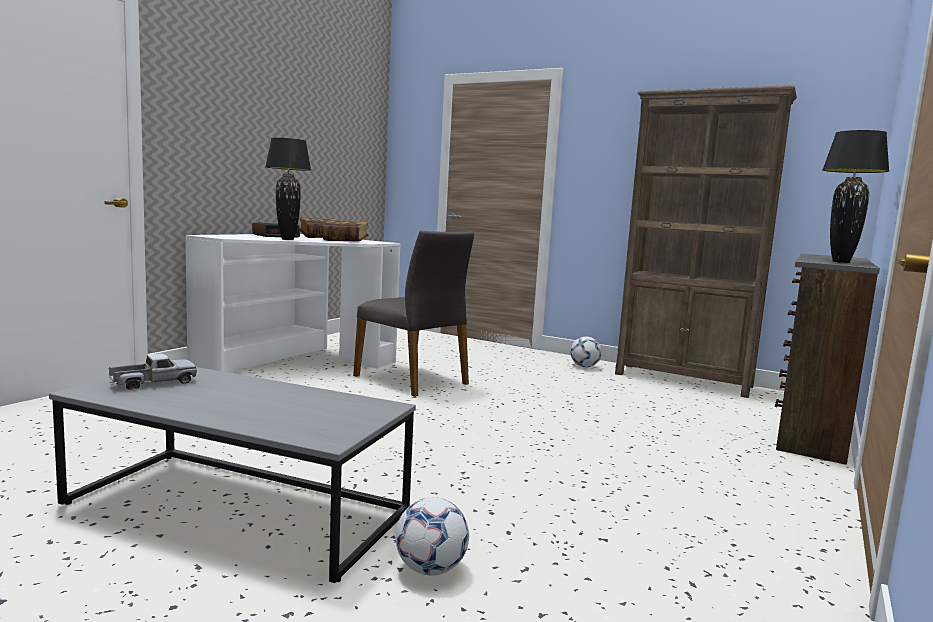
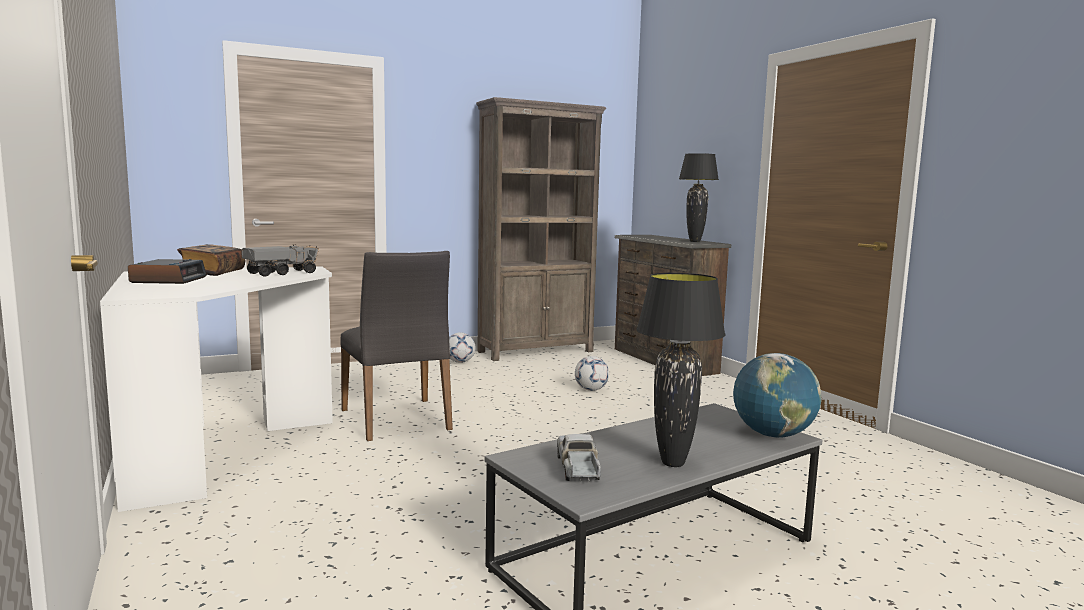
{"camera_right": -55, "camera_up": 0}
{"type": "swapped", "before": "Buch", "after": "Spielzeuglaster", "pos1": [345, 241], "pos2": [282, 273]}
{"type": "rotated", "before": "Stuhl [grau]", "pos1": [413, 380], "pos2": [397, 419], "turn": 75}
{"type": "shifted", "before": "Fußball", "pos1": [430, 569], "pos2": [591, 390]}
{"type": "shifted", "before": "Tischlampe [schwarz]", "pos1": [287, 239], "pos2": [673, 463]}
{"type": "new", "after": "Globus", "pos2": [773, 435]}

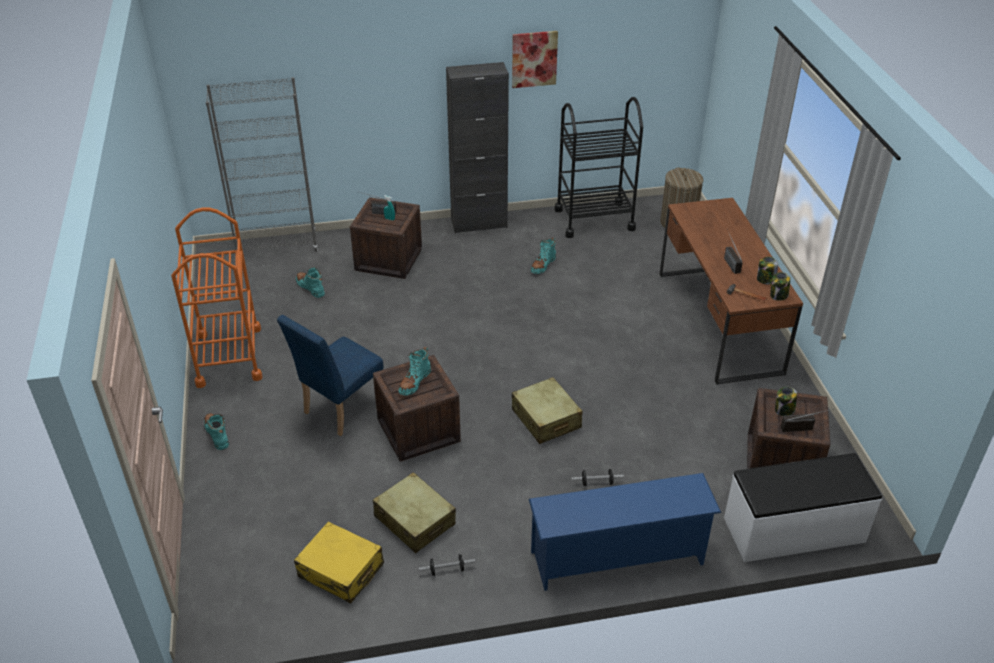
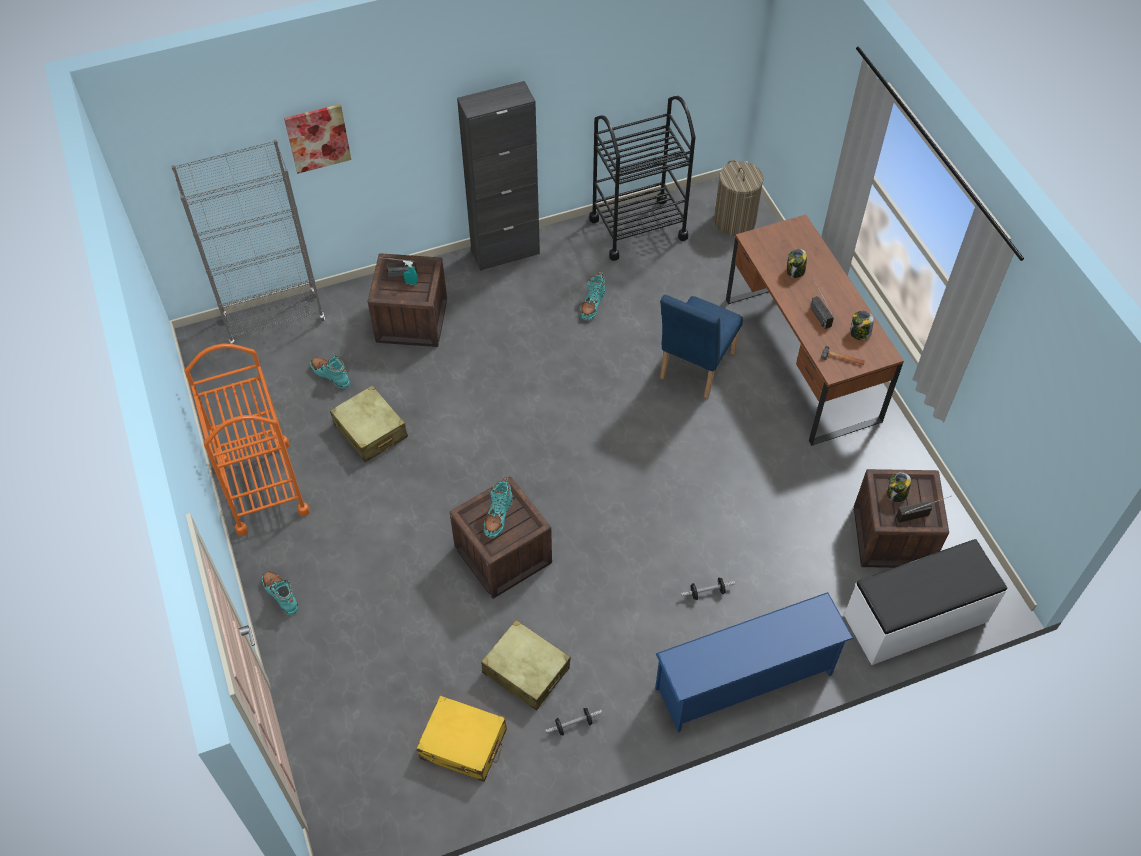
{"camera_right": -10, "camera_up": 15}
{"type": "shifted", "before": "Bild", "pos1": [534, 59], "pos2": [318, 138]}
{"type": "shifted", "before": "Koffer [beige]", "pos1": [546, 419], "pos2": [370, 431]}
{"type": "shifted", "before": "Stuhl [blau]", "pos1": [339, 409], "pos2": [694, 370]}
{"type": "shifted", "before": "Vorratsglas", "pos1": [778, 295], "pos2": [795, 271]}

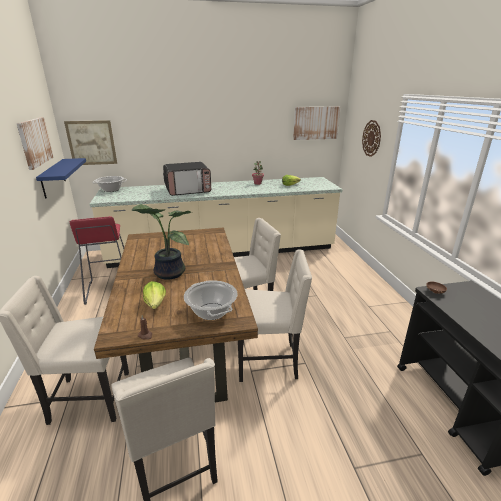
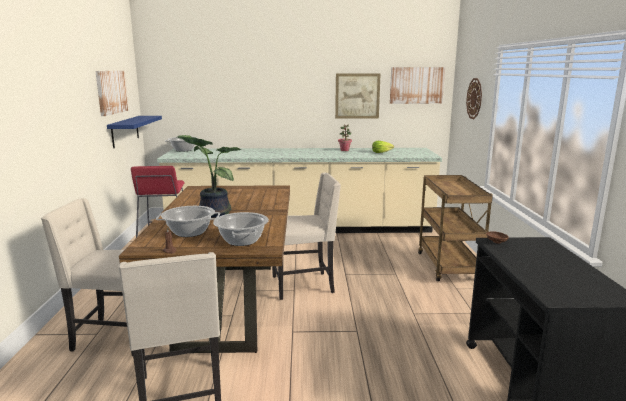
{"camera_right": 10, "camera_up": -10}
{"type": "swapped", "before": "Salatkopf", "after": "Kochtopf", "pos1": [155, 303], "pos2": [190, 232]}
{"type": "shifted", "before": "Bild", "pos1": [91, 143], "pos2": [357, 96]}
{"type": "new", "after": "Rollwagen [braun]", "pos2": [449, 267]}
{"type": "gone", "before": "Mikrowelle", "pos1": [188, 190]}
{"type": "gone", "before": "Stuhl [beige]", "pos1": [269, 361]}

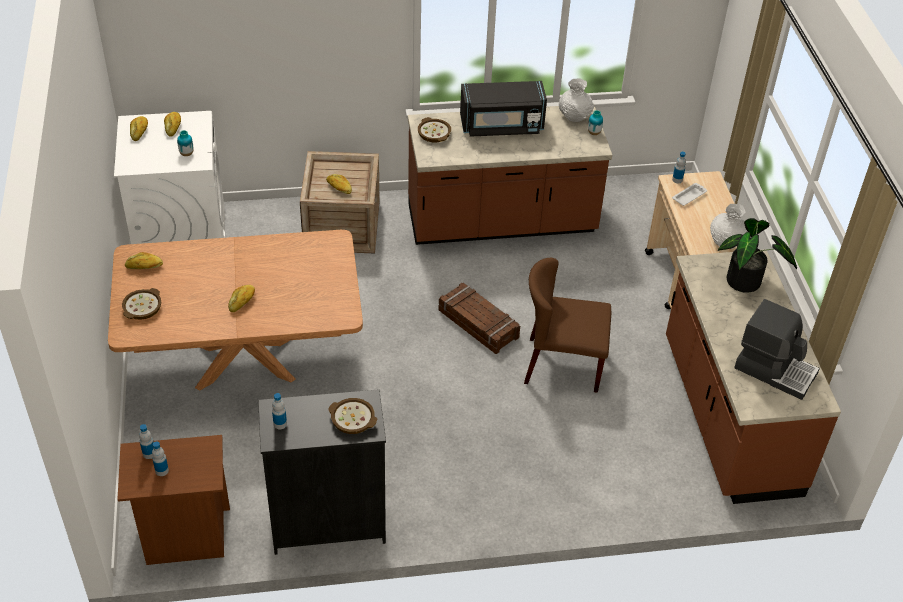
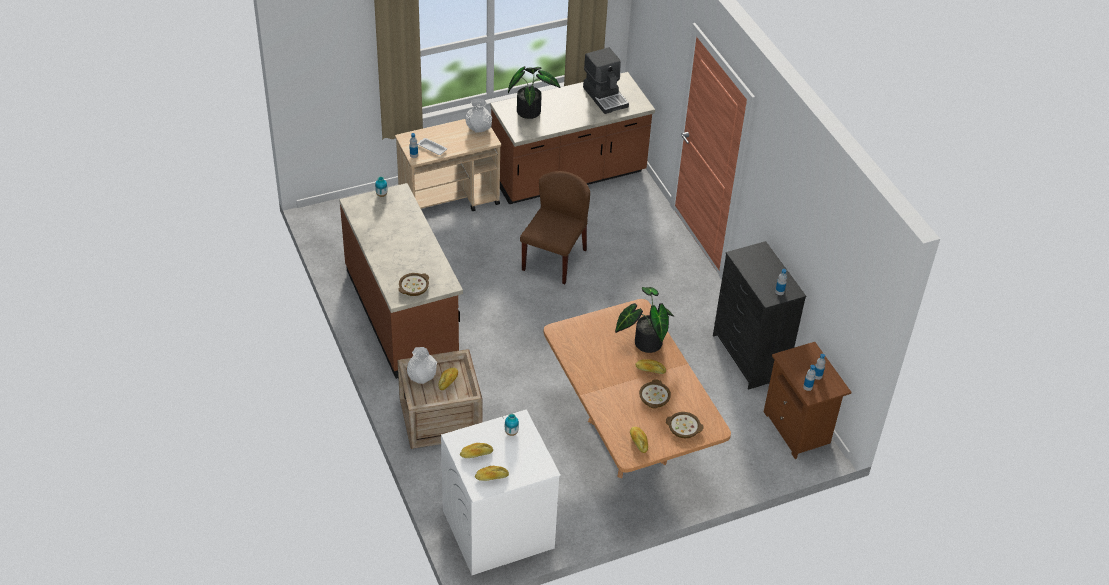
{"camera_right": -105, "camera_up": 0}
{"type": "shifted", "before": "Vase [weiß]", "pos1": [575, 117], "pos2": [422, 376]}
{"type": "rotated", "before": "Stuhl [braun]", "pos1": [562, 365], "pos2": [554, 259], "turn": -150}
{"type": "rotated", "before": "Kaffeemaschine", "pos1": [775, 370], "pos2": [605, 96], "turn": 135}
{"type": "new", "after": "Topfpflanze", "pos2": [644, 342]}
{"type": "shifted", "before": "Schüssel", "pos1": [353, 419], "pos2": [654, 397]}
{"type": "gone", "before": "Kiste", "pos1": [477, 324]}
{"type": "gone", "before": "Mikrowelle [schwarz]", "pos1": [501, 126]}

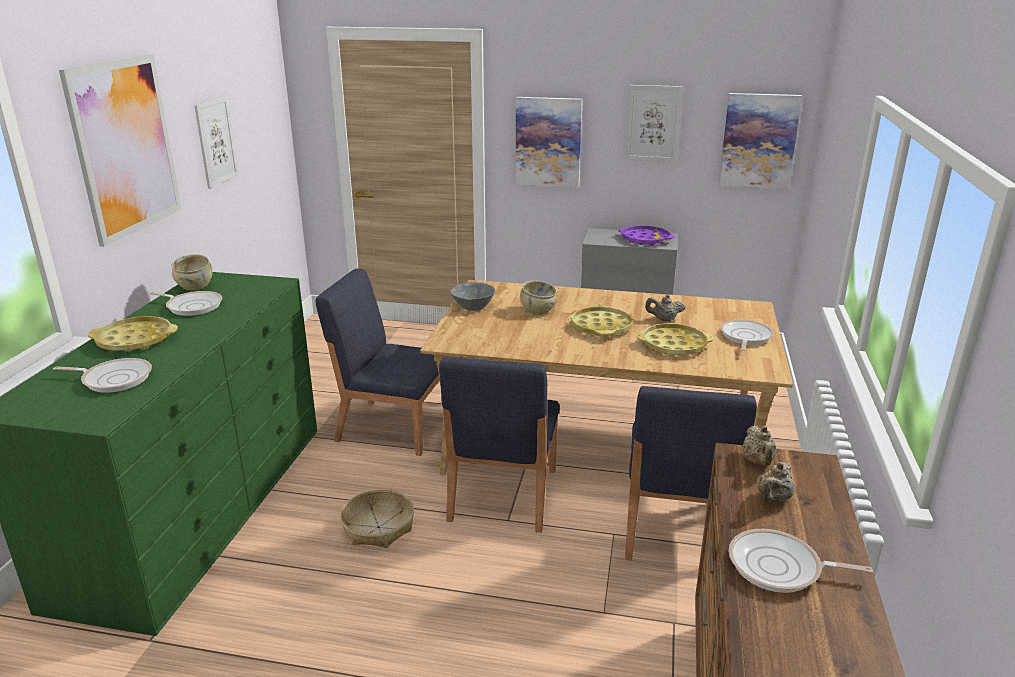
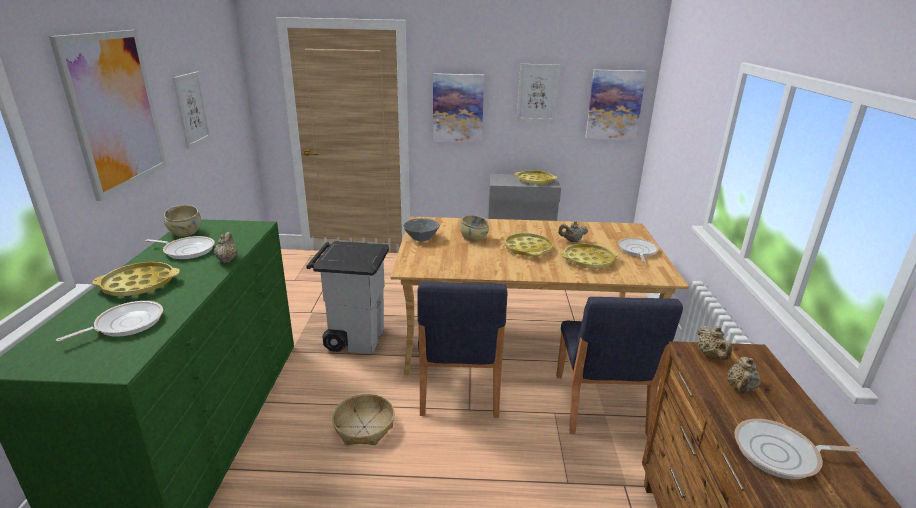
{"camera_right": -10, "camera_up": 0}
{"type": "rotated", "before": "Pfanne", "pos1": [114, 379], "pos2": [126, 324], "turn": -45}
{"type": "new", "after": "Teekanne [beige]", "pos2": [227, 259]}
{"type": "swapped", "before": "Stuhl [blau]", "after": "Mülleimer [grau]", "pos1": [392, 427], "pos2": [355, 337]}
{"type": "repainted", "before": "Tablett [lila]", "after": "Tablett [gelb]", "pos1": [645, 239], "pos2": [535, 180]}

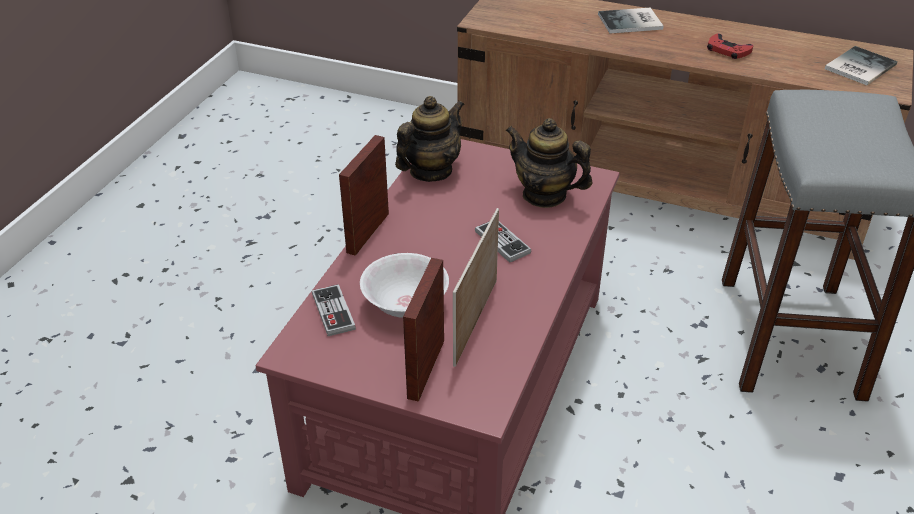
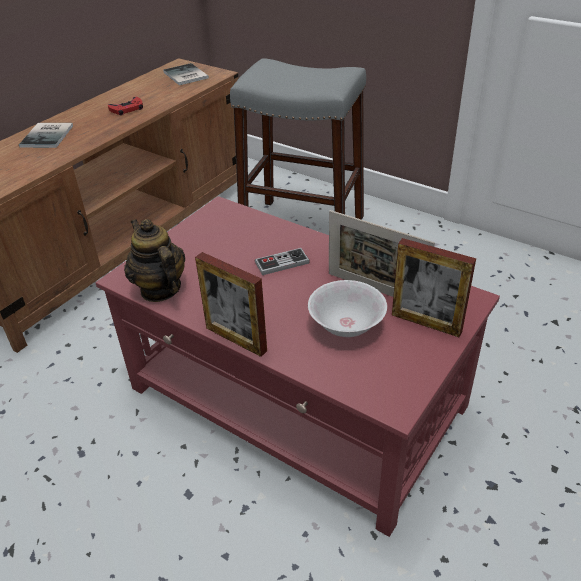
{"camera_right": -75, "camera_up": 0}
{"type": "gone", "before": "Gamepad", "pos1": [333, 312]}
{"type": "gone", "before": "Teekanne", "pos1": [544, 195]}

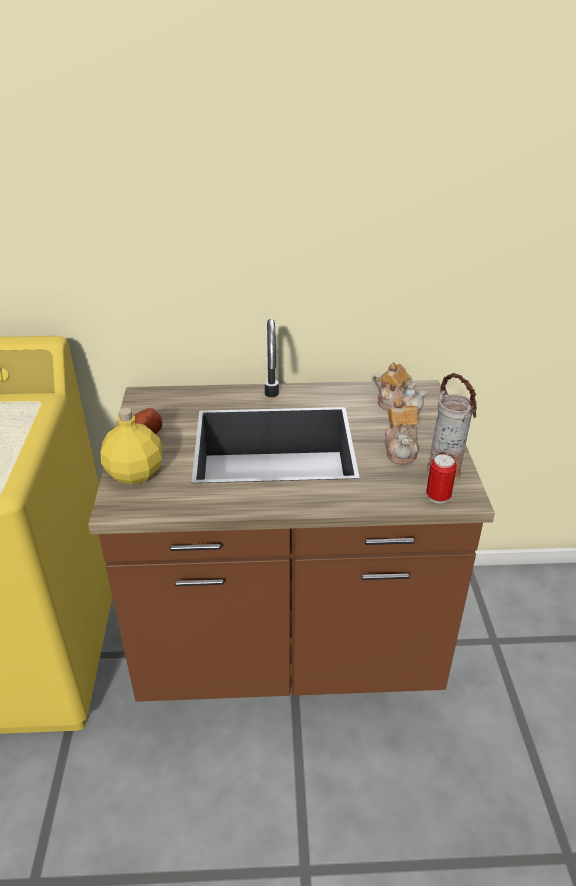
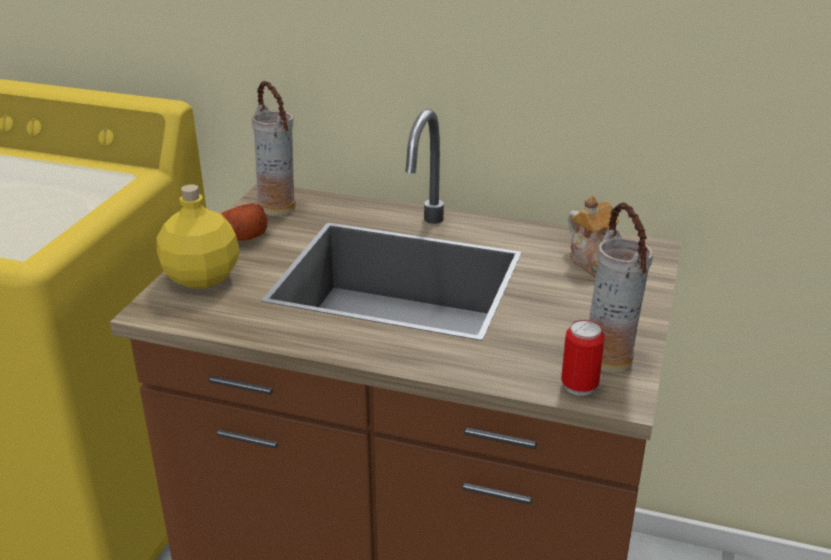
{"camera_right": 20, "camera_up": -5}
{"type": "new", "after": "Vase", "pos2": [278, 207]}
{"type": "gone", "before": "Teekanne", "pos1": [401, 448]}

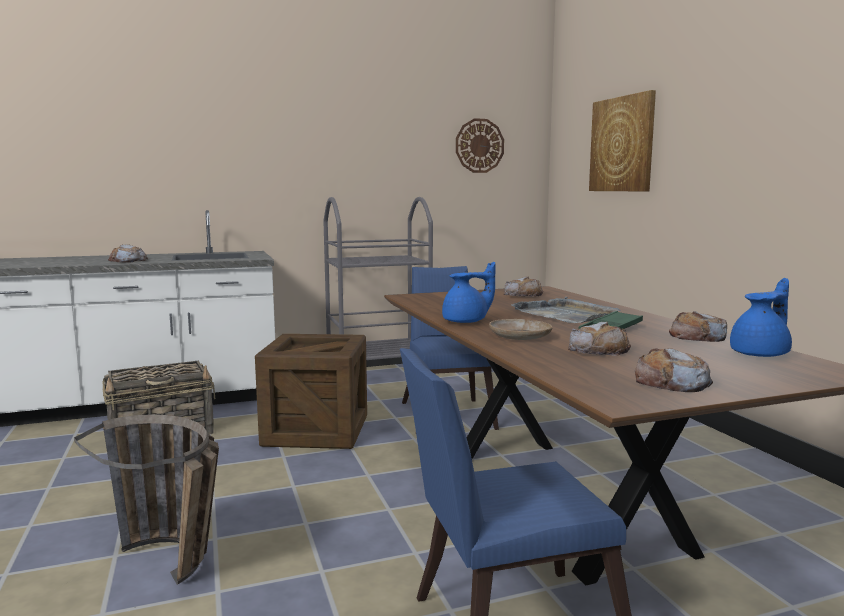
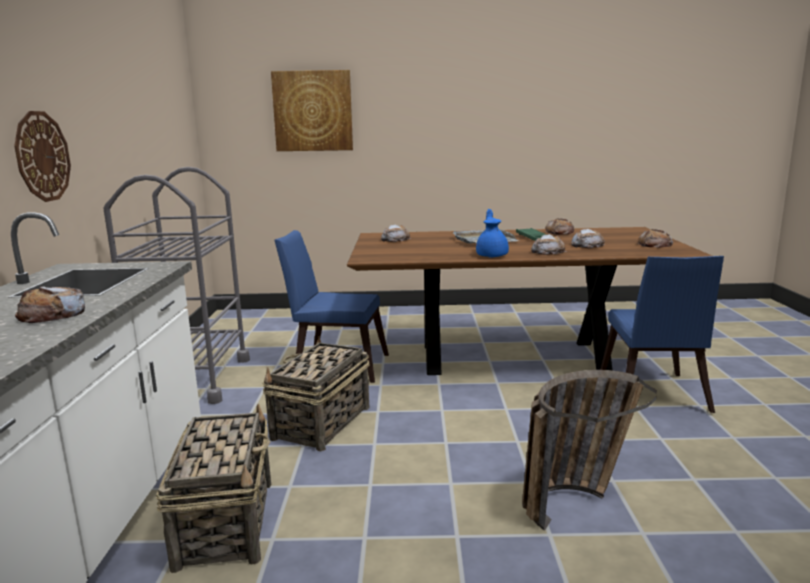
{"camera_right": -70, "camera_up": 5}
{"type": "shifted", "before": "Wanduhr", "pos1": [479, 146], "pos2": [42, 156]}
{"type": "swapped", "before": "Kiste", "after": "Korb", "pos1": [316, 430], "pos2": [321, 423]}
{"type": "swapped", "before": "Teller [beige]", "after": "Brot", "pos1": [519, 337], "pos2": [548, 251]}
{"type": "gone", "before": "Teekanne [blau]", "pos1": [761, 354]}

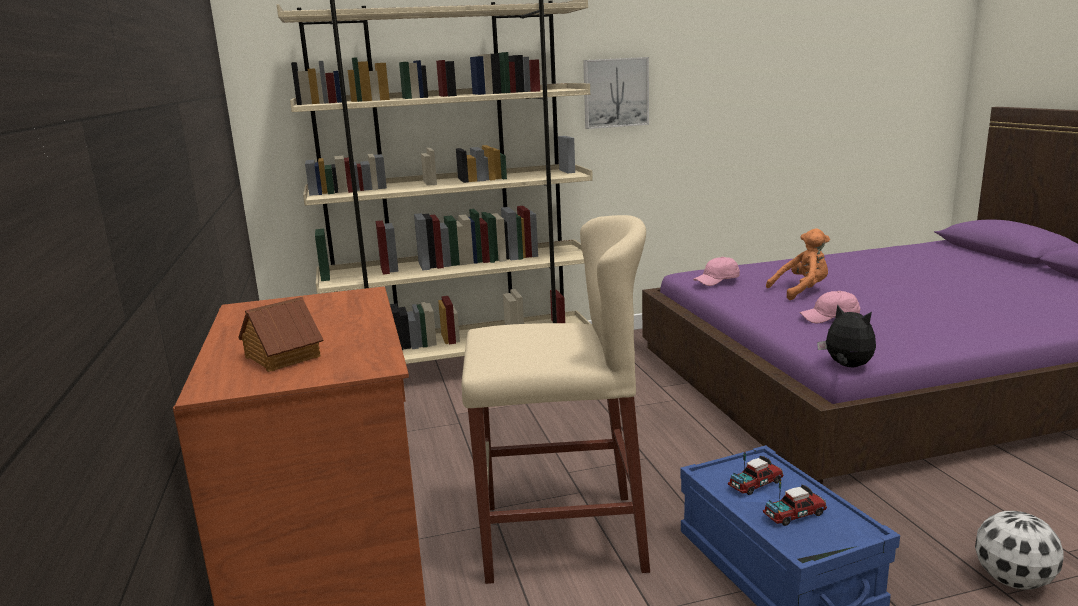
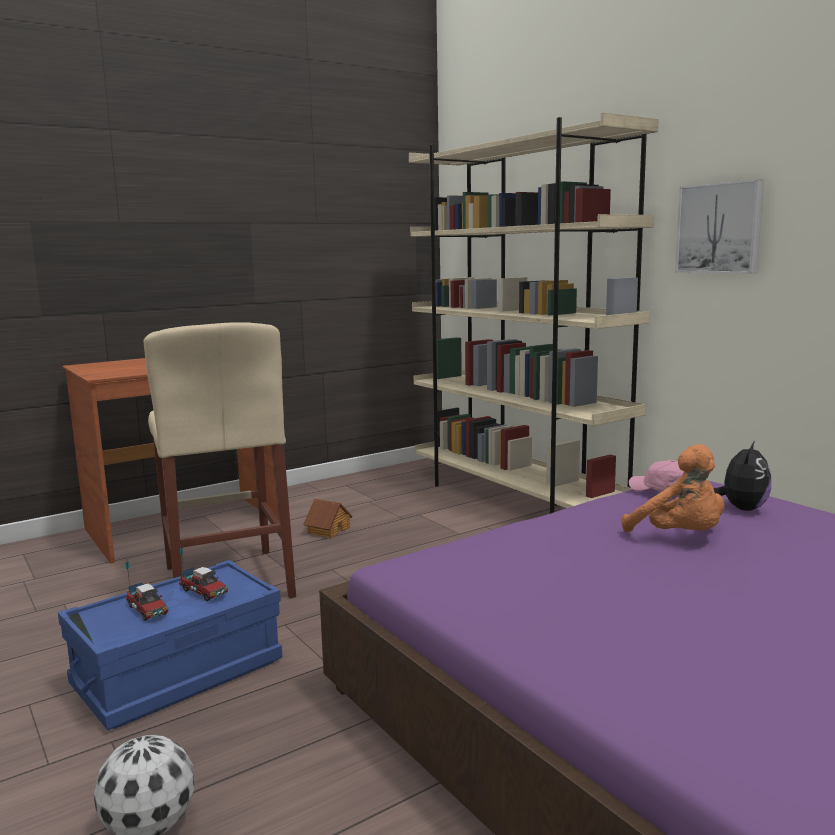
{"camera_right": 70, "camera_up": -5}
{"type": "shifted", "before": "Spielzeughaus", "pos1": [281, 357], "pos2": [328, 530]}
{"type": "shifted", "before": "Plüschtier", "pos1": [846, 366], "pos2": [741, 508]}
{"type": "gone", "before": "Kappe [rosa]", "pos1": [830, 318]}

